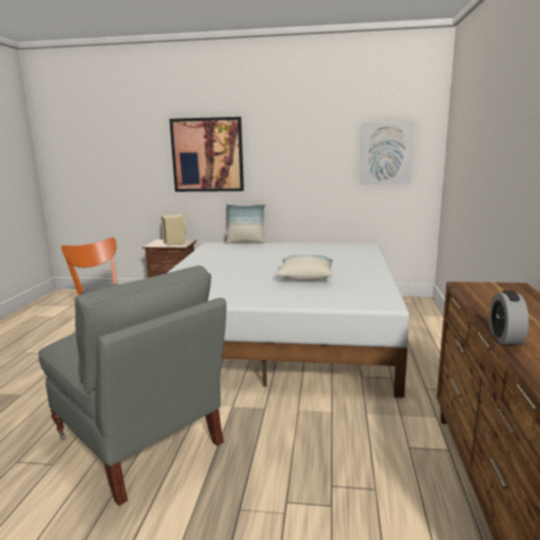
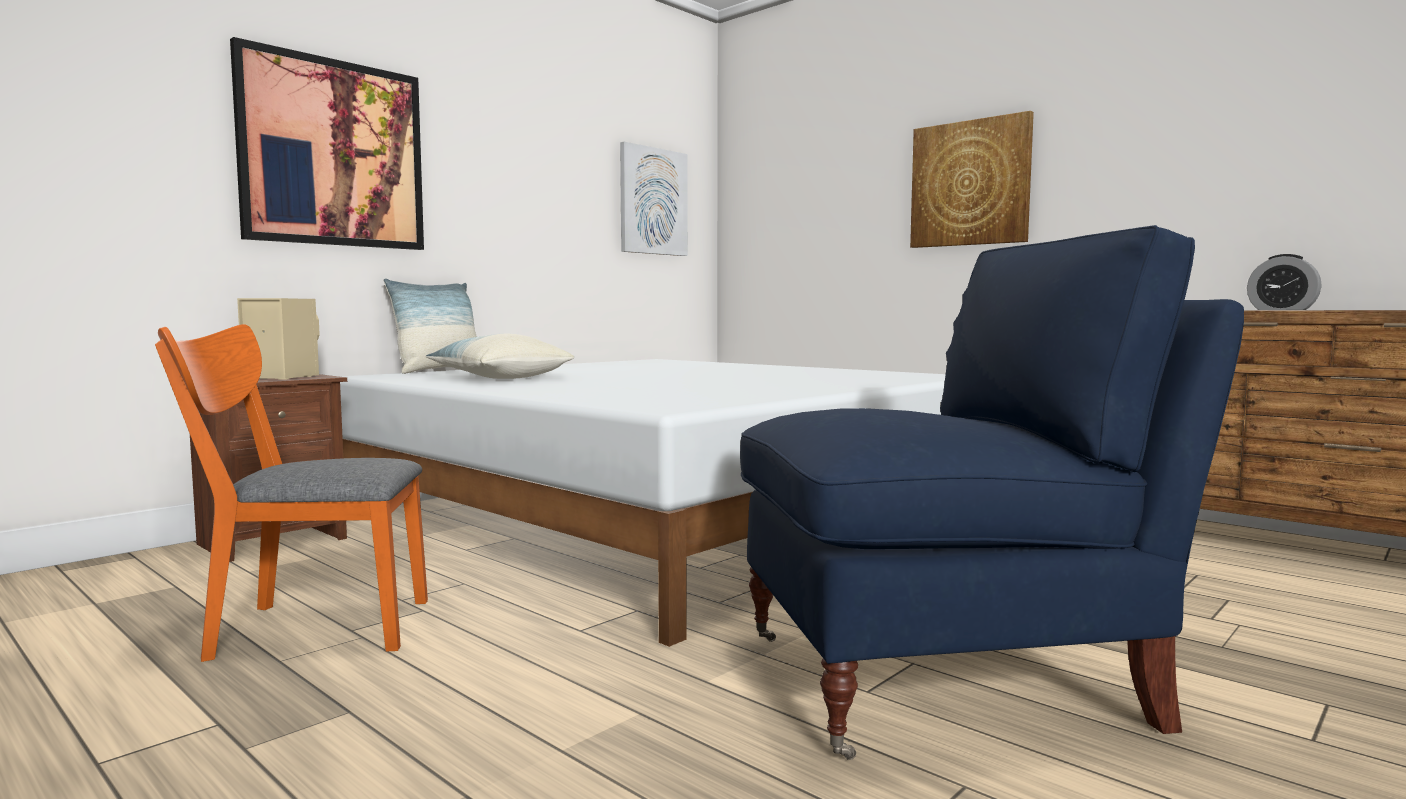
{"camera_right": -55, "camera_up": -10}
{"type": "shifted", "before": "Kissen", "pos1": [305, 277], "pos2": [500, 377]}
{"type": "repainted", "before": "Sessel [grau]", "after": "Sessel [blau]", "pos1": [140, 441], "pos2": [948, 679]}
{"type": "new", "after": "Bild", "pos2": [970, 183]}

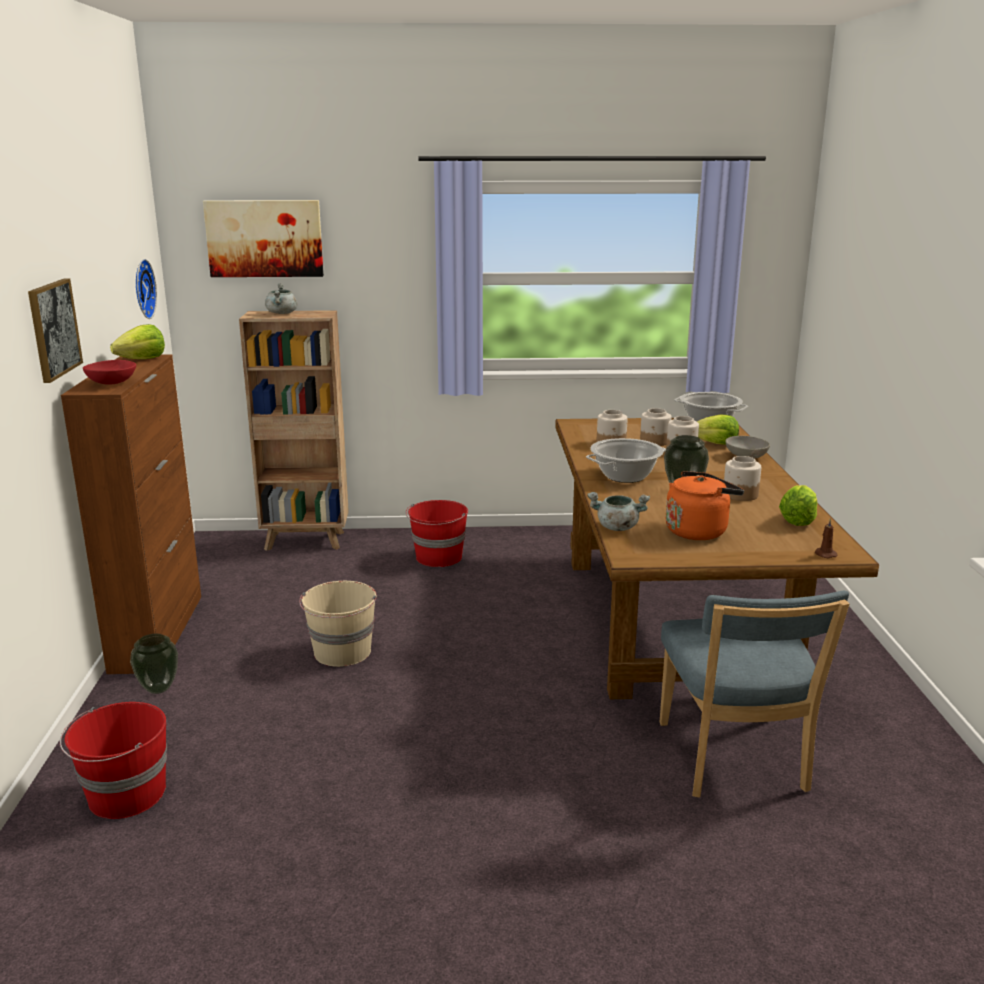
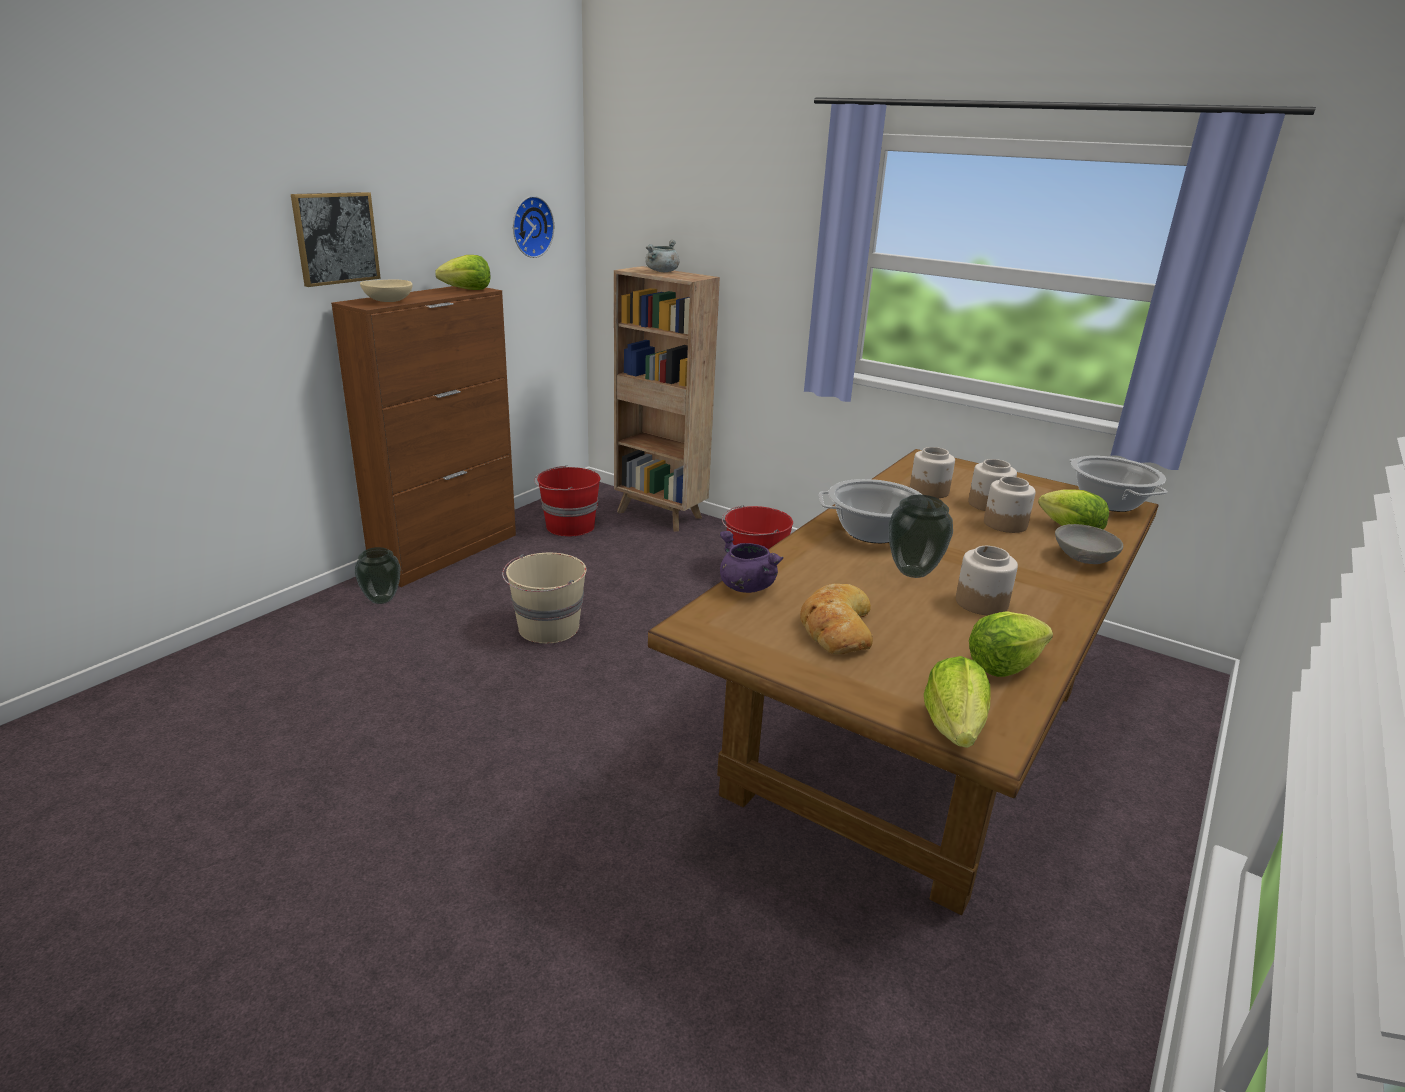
{"camera_right": 35, "camera_up": 5}
{"type": "repainted", "before": "Schüssel [rot]", "after": "Schüssel [beige]", "pos1": [111, 383], "pos2": [388, 301]}
{"type": "shifted", "before": "Eimer [rot]", "pos1": [125, 796], "pos2": [569, 526]}
{"type": "repainted", "before": "Kochtopf [grau]", "after": "Kochtopf [lila]", "pos1": [616, 527], "pos2": [745, 586]}
{"type": "swapped", "before": "Wasserkessel [orange]", "after": "Brot", "pos1": [698, 531], "pos2": [836, 627]}
{"type": "swapped", "before": "Kerze [braun]", "after": "Salatkopf", "pos1": [824, 554], "pos2": [954, 728]}
{"type": "gone", "before": "Bild", "pos1": [265, 238]}
{"type": "gone", "before": "Stuhl [blau]", "pos1": [734, 761]}

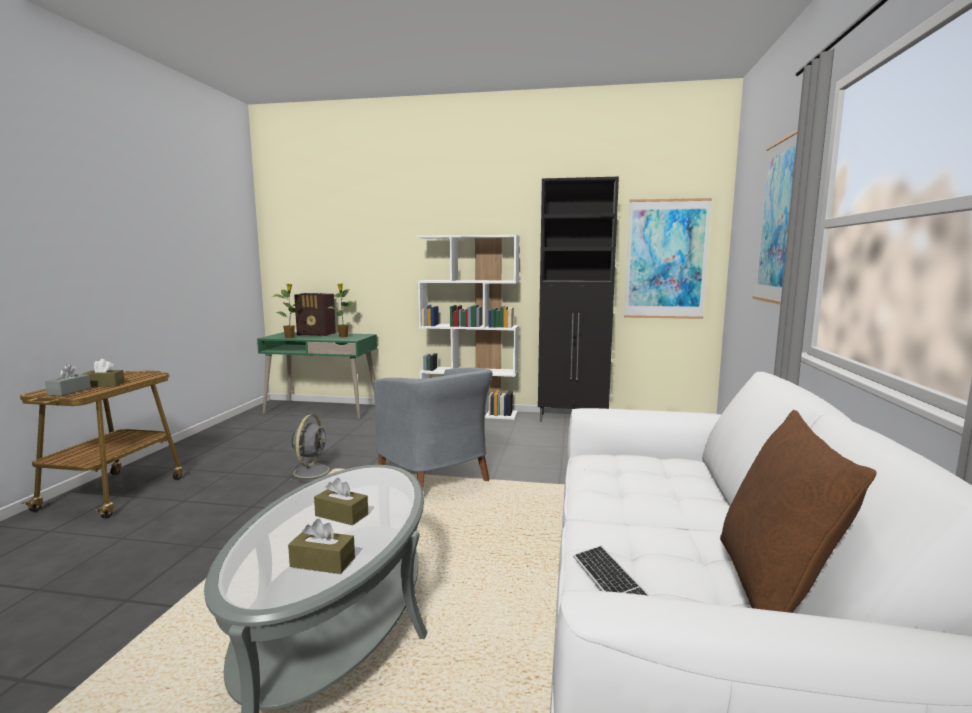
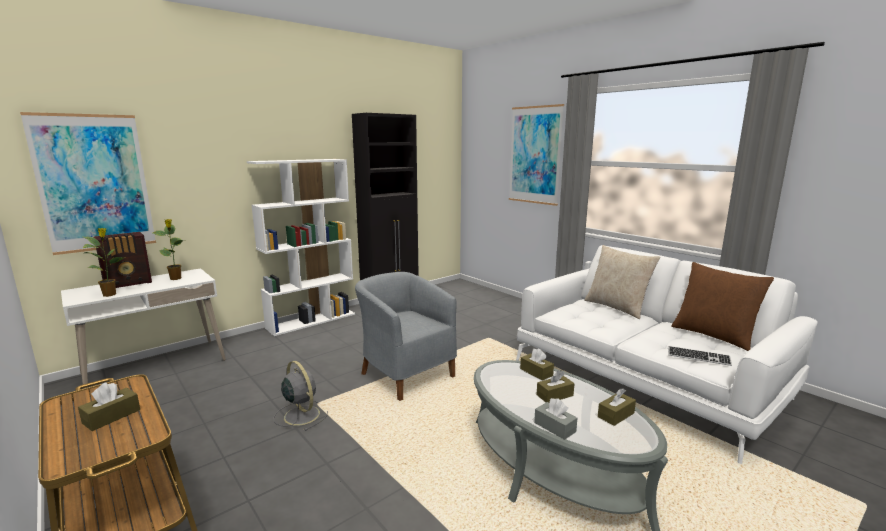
{"camera_right": -50, "camera_up": 5}
{"type": "shifted", "before": "Bild", "pos1": [666, 259], "pos2": [94, 183]}
{"type": "repainted", "before": "Schreibtisch [grün]", "after": "Schreibtisch [weiß]", "pos1": [322, 409], "pos2": [155, 367]}
{"type": "rotated", "before": "Sessel [grau]", "pos1": [436, 479], "pos2": [405, 373], "turn": -135}
{"type": "new", "after": "Taschentuchbox [braun]", "pos2": [536, 372]}
{"type": "shifted", "before": "Taschentuchbox [grau]", "pos1": [69, 391], "pos2": [554, 427]}
{"type": "new", "after": "Kissen [beige]", "pos2": [617, 307]}

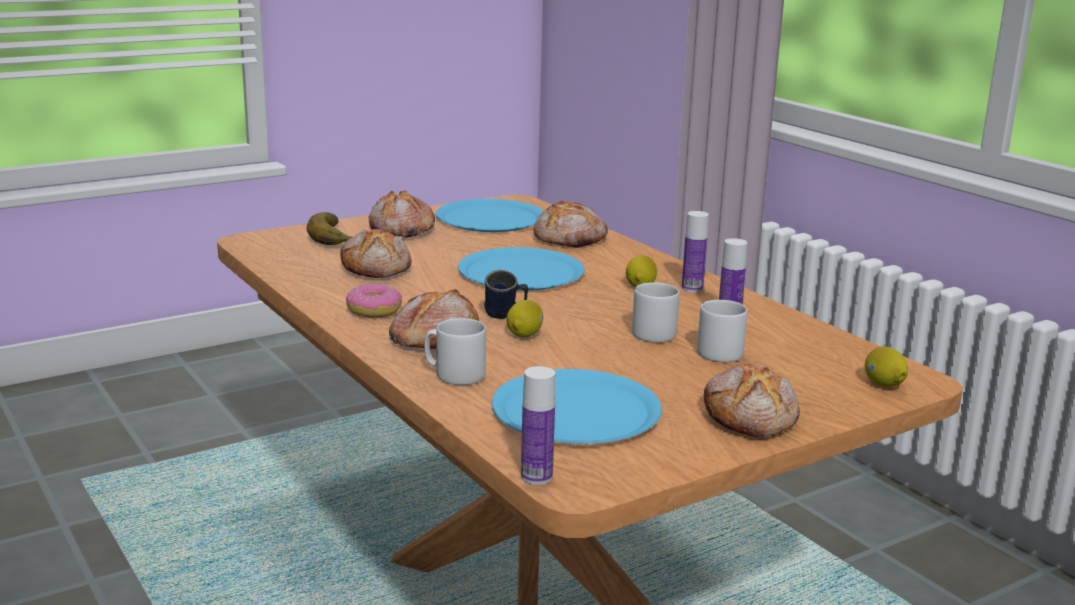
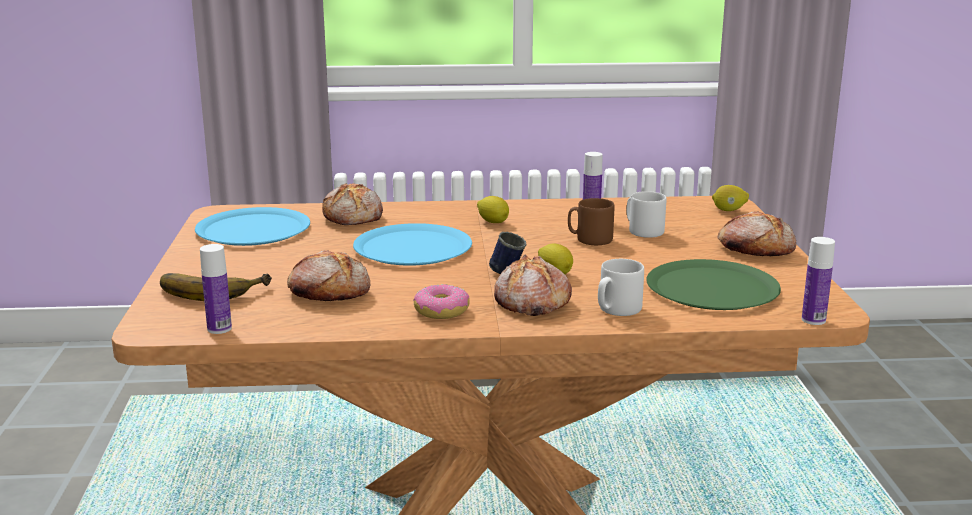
{"camera_right": -60, "camera_up": 0}
{"type": "shifted", "before": "Flasche", "pos1": [692, 289], "pos2": [219, 329]}
{"type": "repainted", "before": "Henkelbecher [grau]", "after": "Henkelbecher [braun]", "pos1": [651, 332], "pos2": [589, 239]}
{"type": "repainted", "before": "Teller [blau]", "after": "Teller [grün]", "pos1": [576, 410], "pos2": [712, 288]}
{"type": "gone", "before": "Brot", "pos1": [400, 230]}

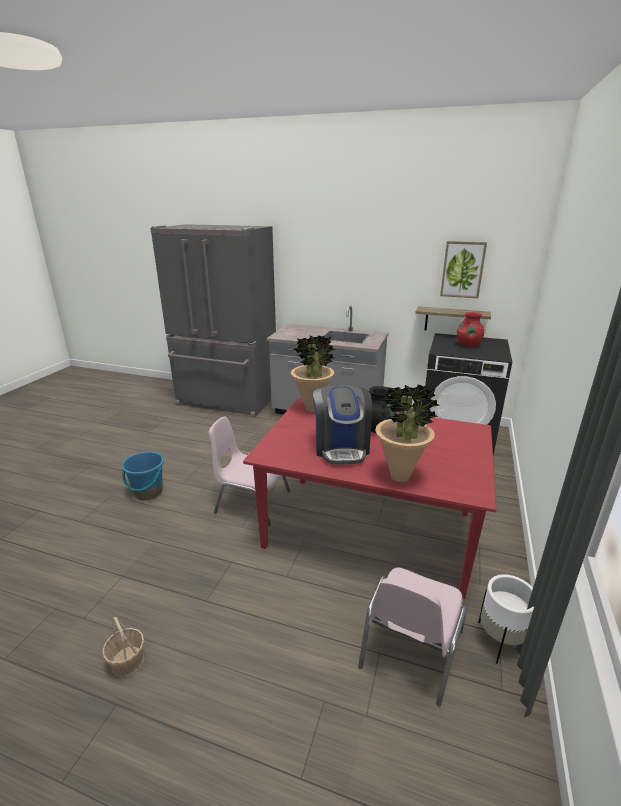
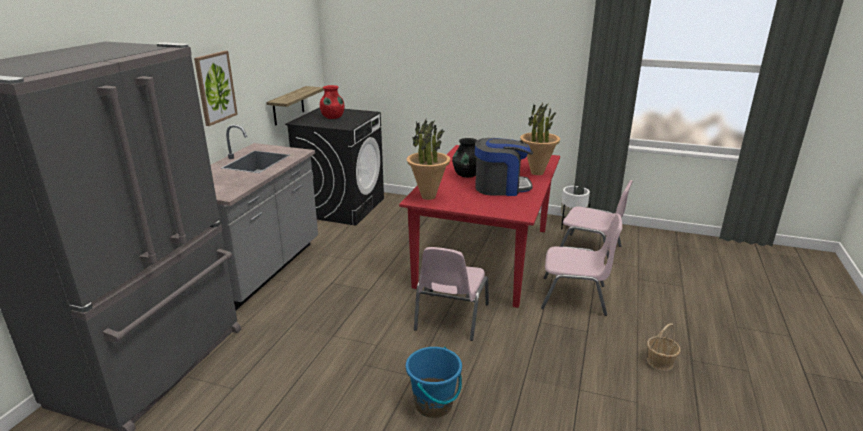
{"camera_right": -90, "camera_up": 0}
{"type": "shifted", "before": "Bild", "pos1": [462, 269], "pos2": [215, 87]}
{"type": "new", "after": "Stuhl [rosa]", "pos2": [575, 297]}

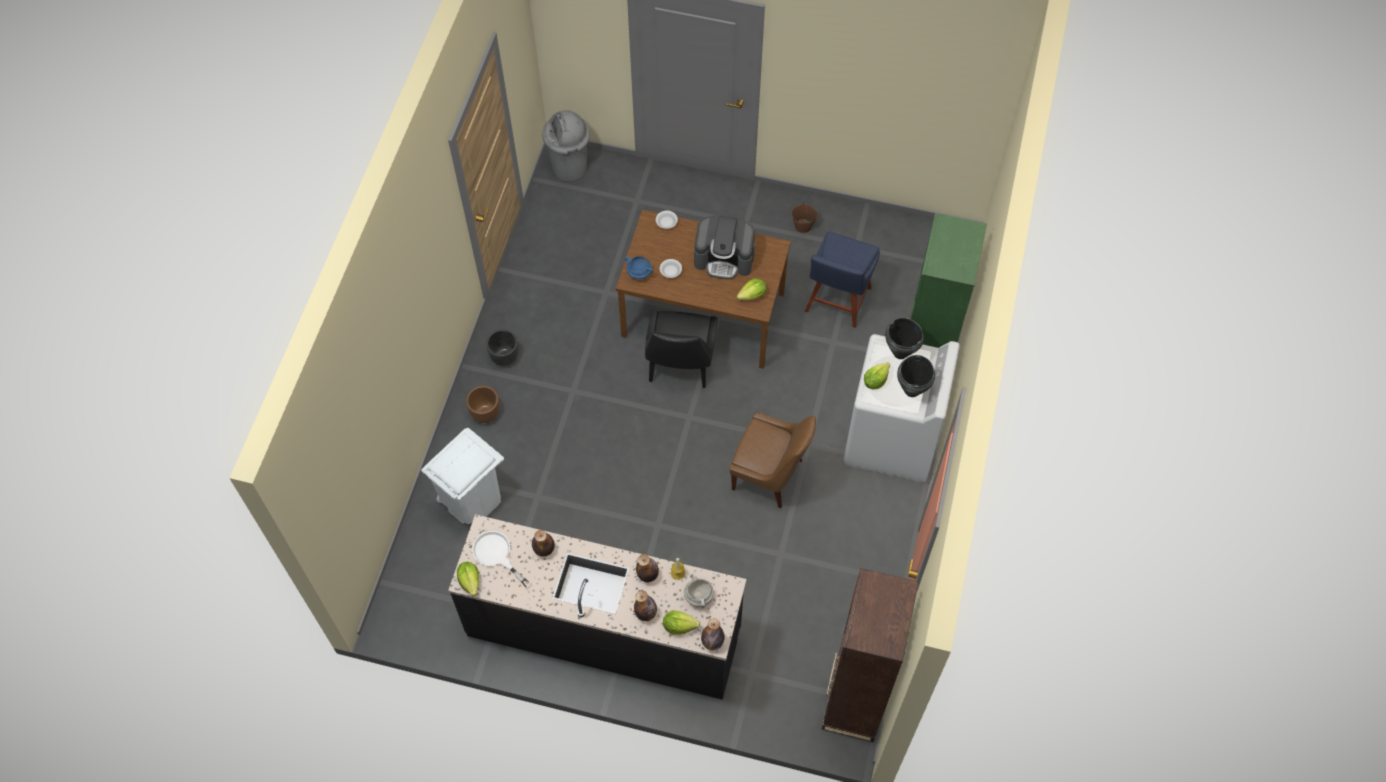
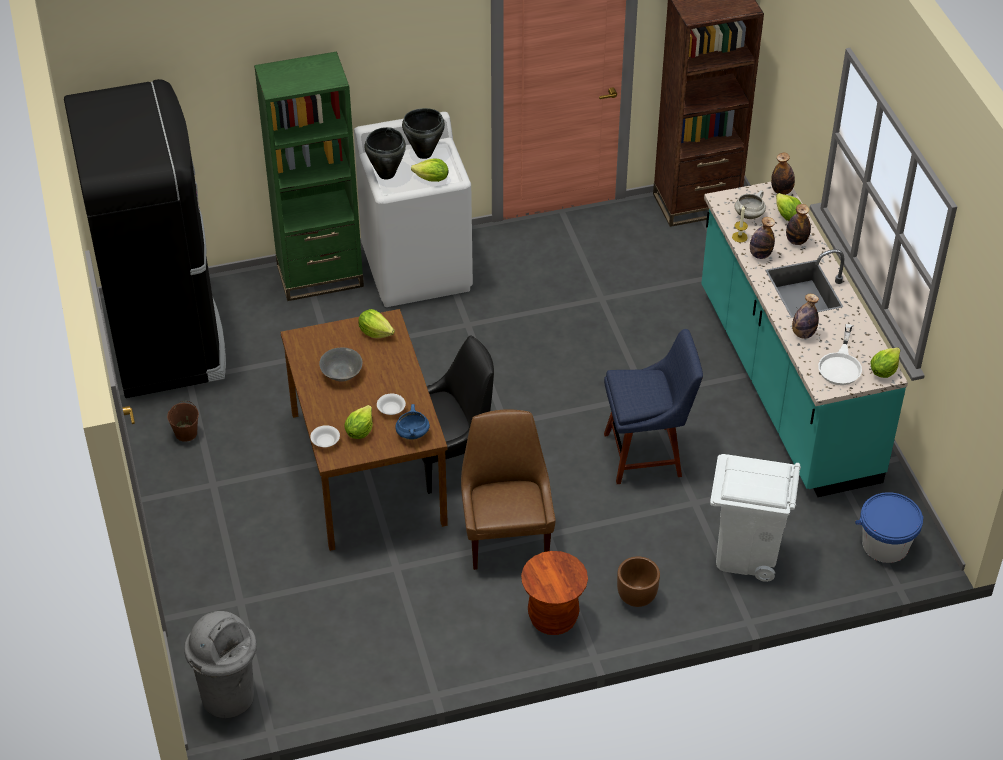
{"camera_right": -120, "camera_up": -15}
{"type": "new", "after": "Kühlschrank [schwarz]", "pos2": [166, 337]}
{"type": "swapped", "before": "Kaffeemaschine", "after": "Schüssel [grau]", "pos1": [724, 258], "pos2": [341, 373]}
{"type": "new", "after": "Salatkopf", "pos2": [360, 431]}
{"type": "shifted", "before": "Stuhl [braun]", "pos1": [770, 475], "pos2": [507, 537]}
{"type": "swapped", "before": "Pflanzkübel [schwarz]", "after": "Hocker [braun]", "pos1": [504, 358], "pos2": [553, 618]}
{"type": "shifted", "before": "Stuhl [blau]", "pos1": [836, 302], "pos2": [647, 454]}
{"type": "repainted", "before": "Küchenzeile [schwarz]", "after": "Küchenzeile [türkis]", "pos1": [604, 631], "pos2": [785, 385]}
{"type": "new", "after": "Eimer [blau]", "pos2": [885, 544]}

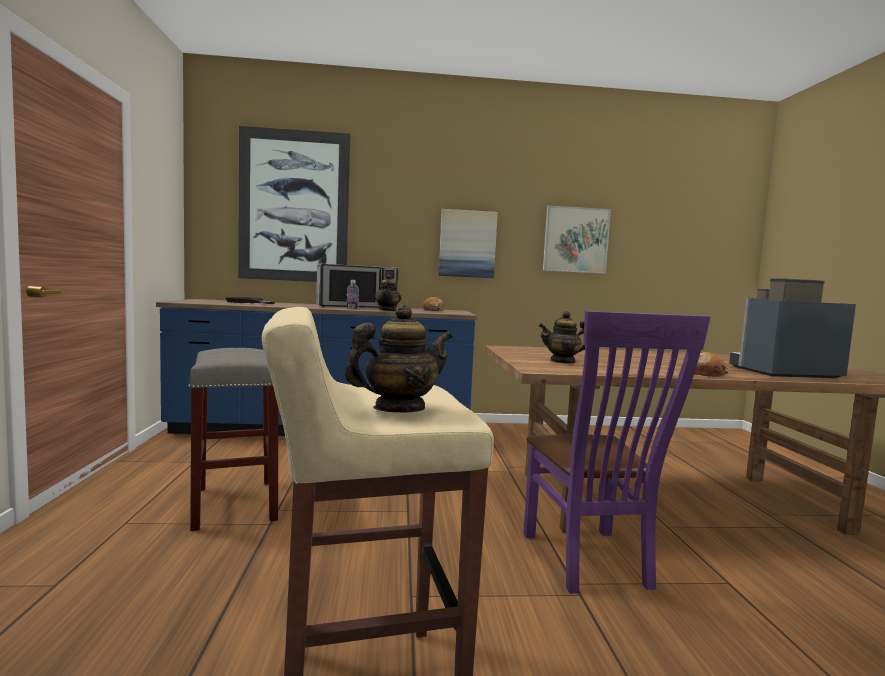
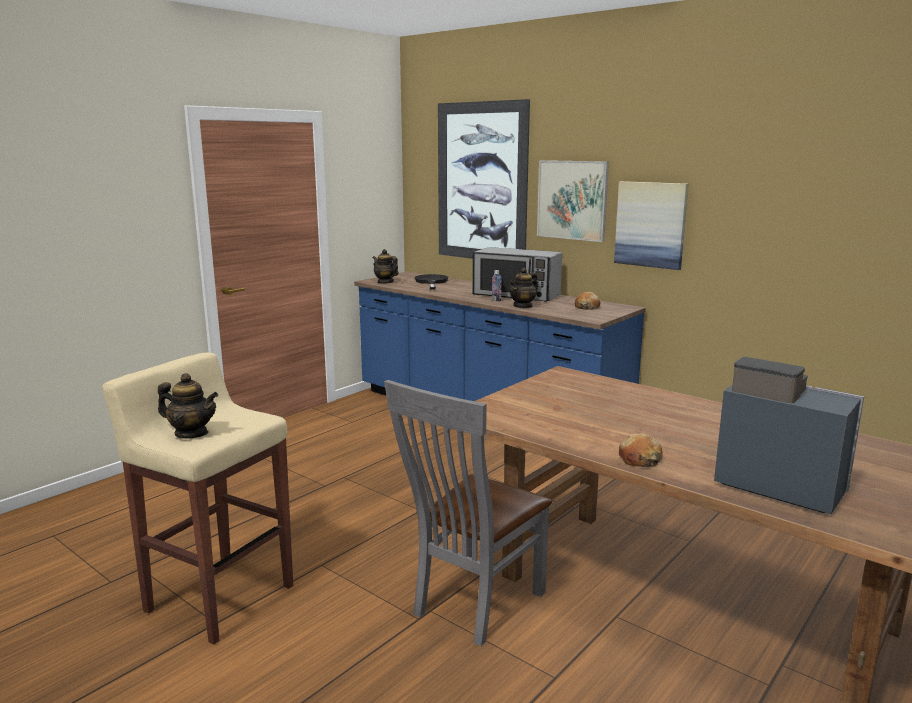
{"camera_right": 45, "camera_up": 10}
{"type": "shifted", "before": "Teekanne", "pos1": [563, 361], "pos2": [385, 282]}
{"type": "repainted", "before": "Stuhl [lila]", "after": "Stuhl [grau]", "pos1": [590, 563], "pos2": [472, 605]}
{"type": "shifted", "before": "Bild", "pos1": [576, 240], "pos2": [572, 200]}
{"type": "gone", "before": "Hocker [grau]", "pos1": [236, 504]}

